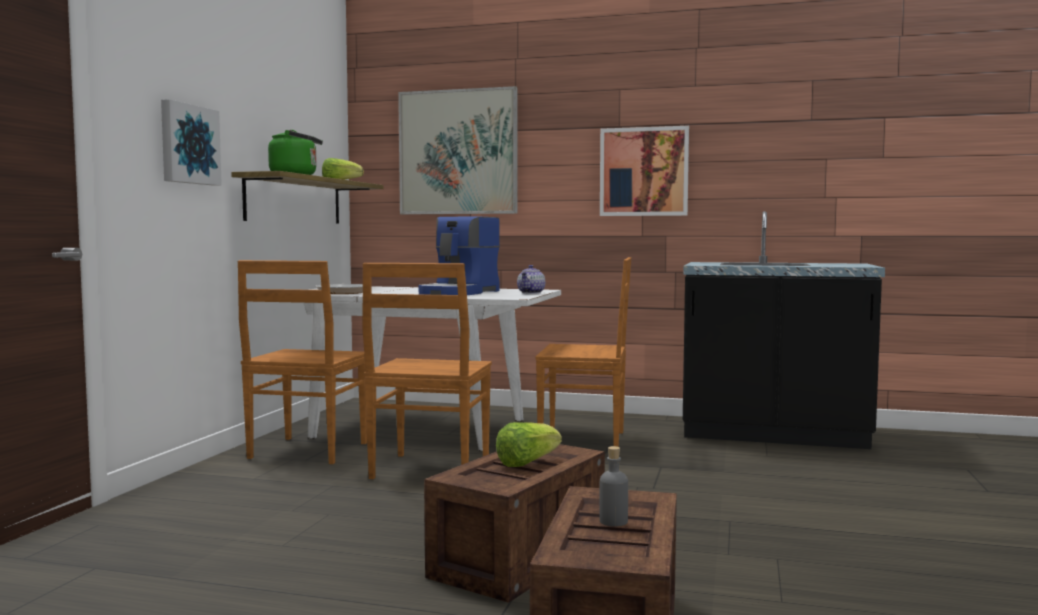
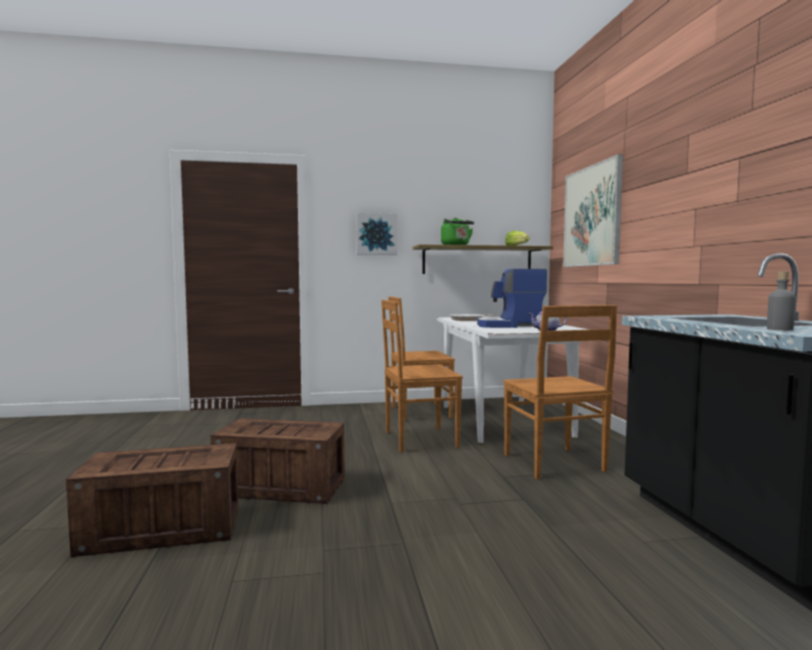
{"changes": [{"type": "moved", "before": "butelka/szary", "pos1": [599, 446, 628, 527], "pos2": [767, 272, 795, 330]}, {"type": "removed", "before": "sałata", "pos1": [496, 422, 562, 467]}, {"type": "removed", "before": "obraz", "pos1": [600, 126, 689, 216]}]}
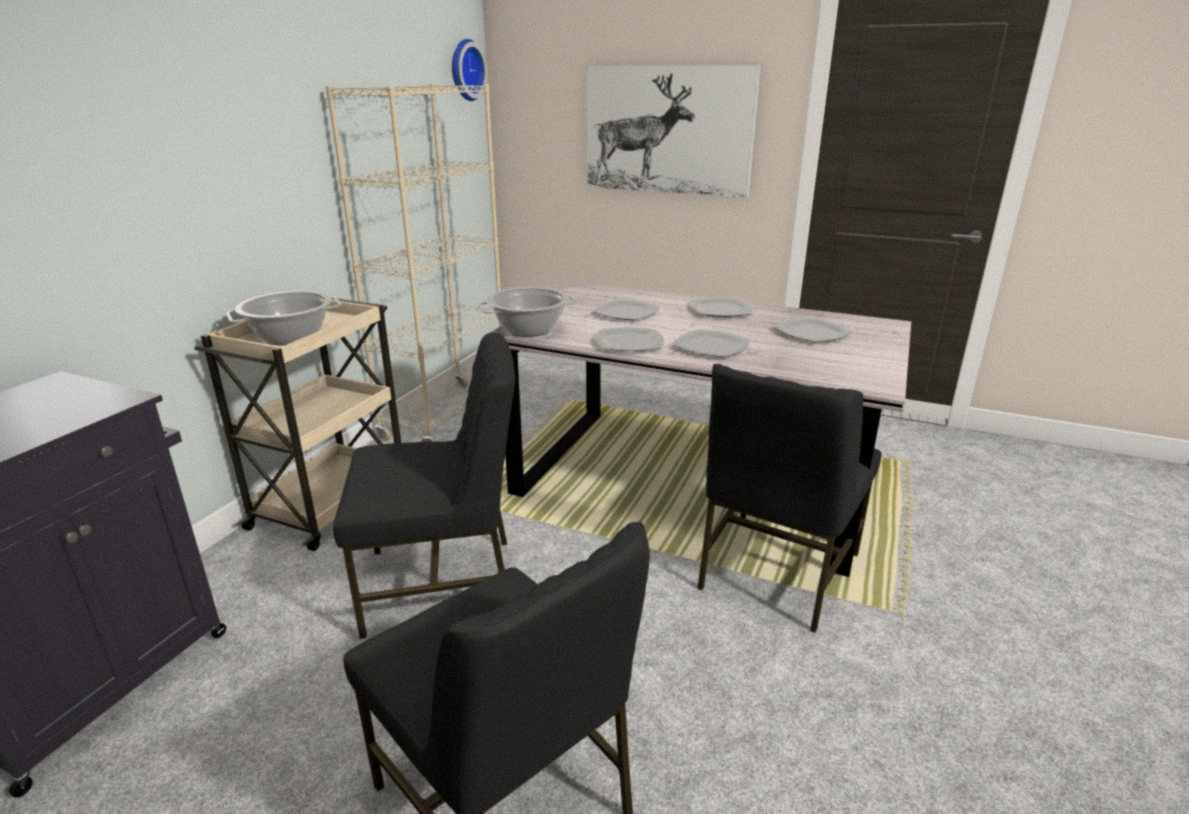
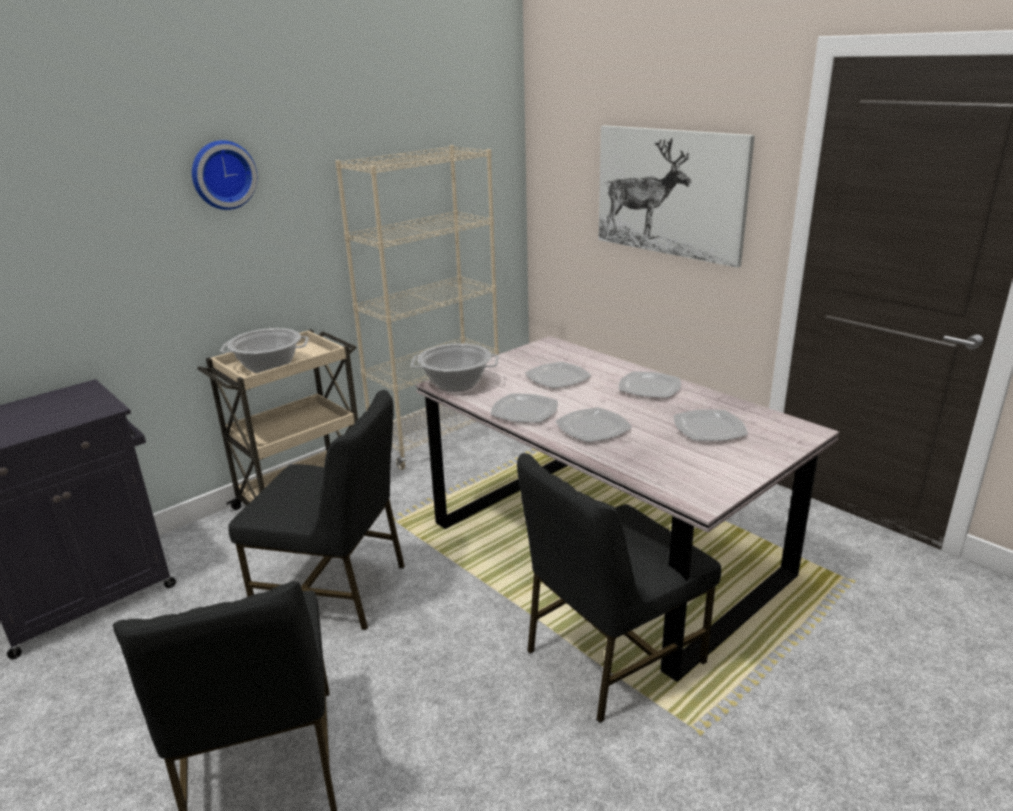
{"changes": [{"type": "moved", "before": "zegar ścienny", "pos1": [452, 39, 487, 101], "pos2": [192, 140, 257, 210]}]}
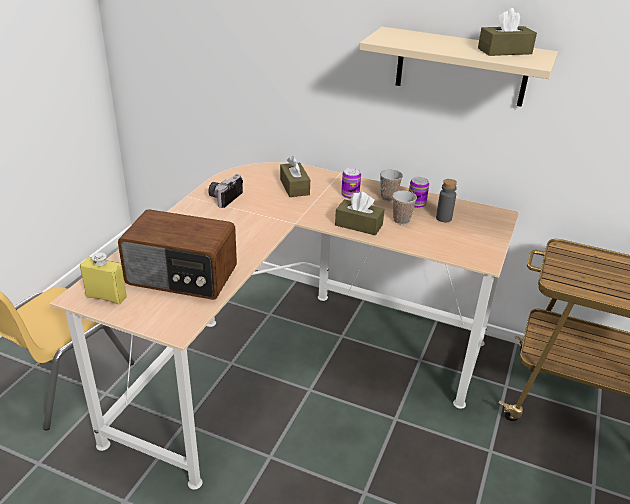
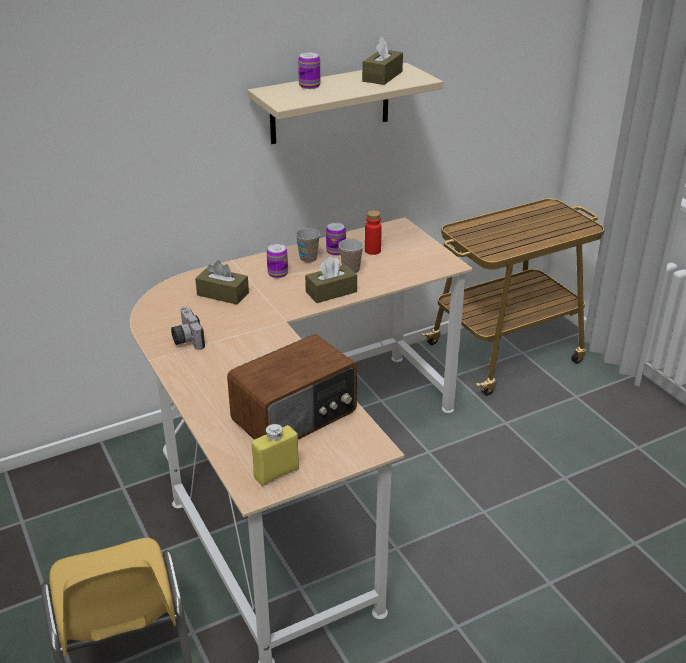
{"changes": [{"type": "added", "after": "puszka", "pos2": [298, 53, 320, 89]}, {"type": "recoloured", "before": "butelka/szary", "after": "butelka/czerwony", "pos1": [436, 179, 457, 222], "pos2": [365, 210, 382, 255]}]}
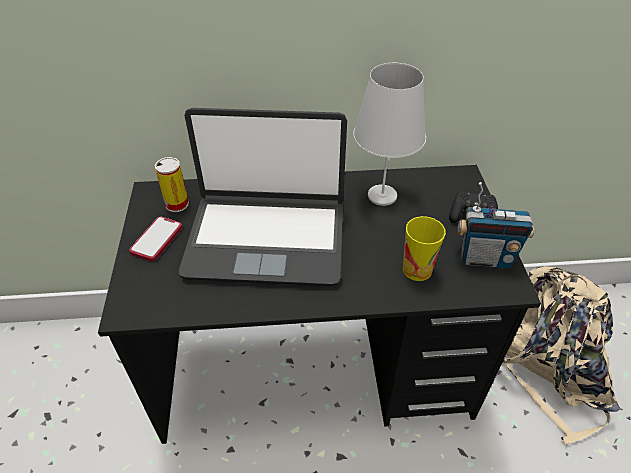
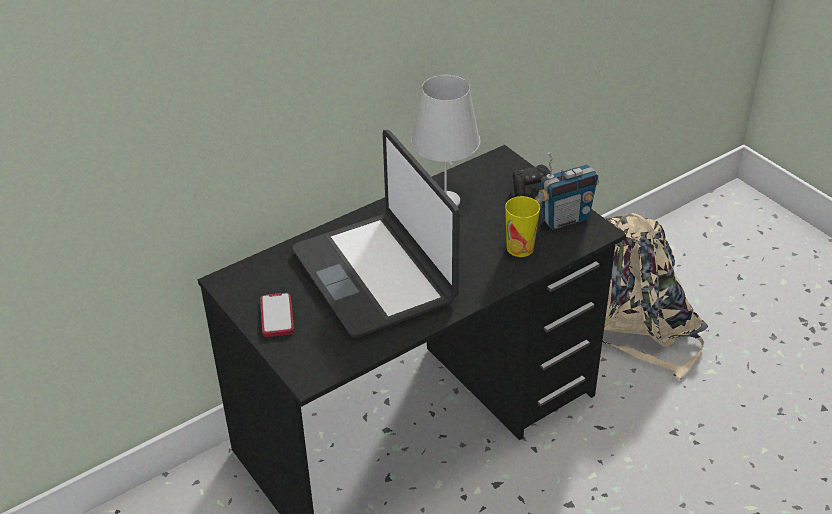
{"changes": [{"type": "turned", "before": "laptop", "pos1": [179, 108, 347, 286], "pos2": [292, 130, 460, 338], "turn": 90}, {"type": "removed", "before": "puszka", "pos1": [154, 157, 189, 212]}]}
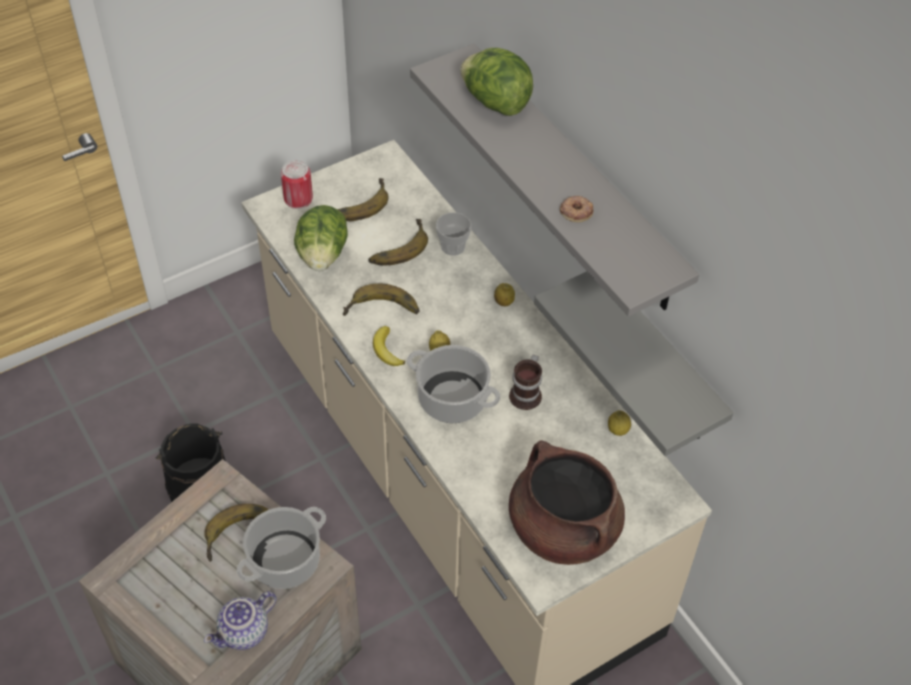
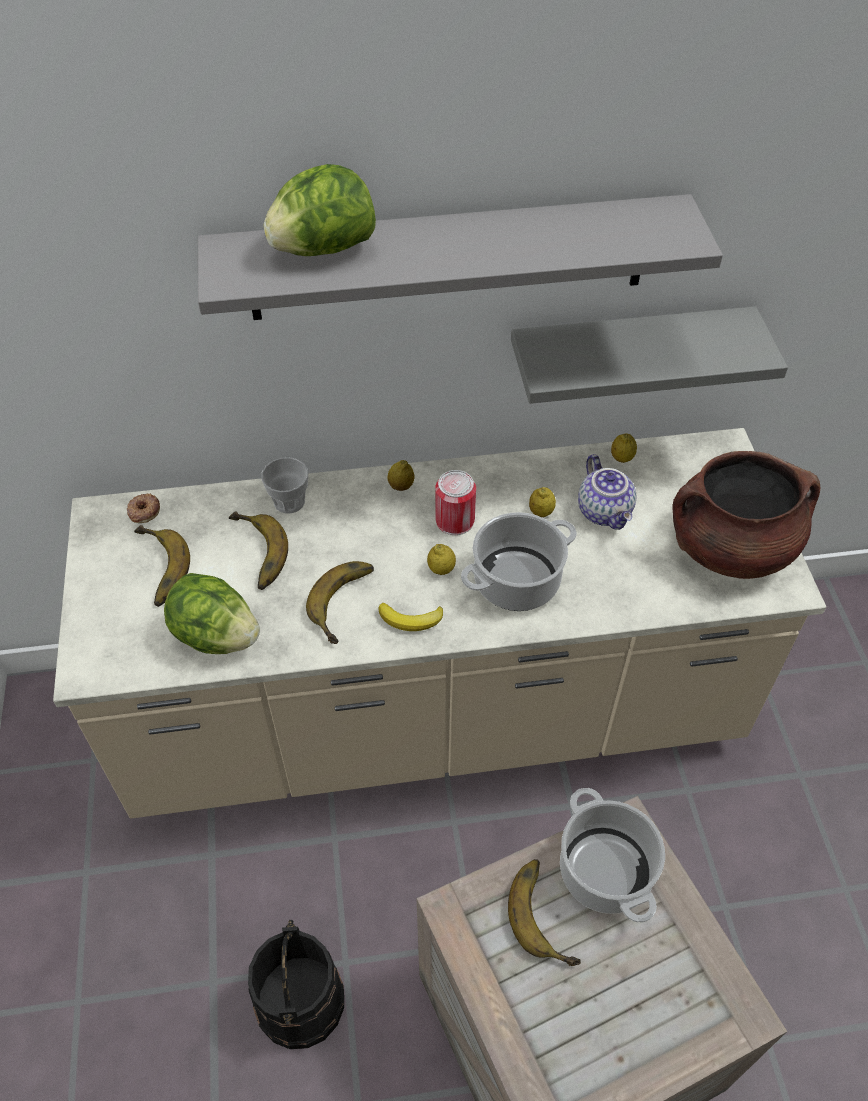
{"changes": [{"type": "moved", "before": "donut", "pos1": [560, 196, 593, 222], "pos2": [127, 494, 160, 523]}, {"type": "moved", "before": "puszka", "pos1": [281, 160, 313, 209], "pos2": [435, 470, 476, 535]}, {"type": "replaced", "before": "kubek", "after": "cytryna", "pos1": [509, 355, 542, 410], "pos2": [529, 487, 556, 517]}, {"type": "moved", "before": "imbryk", "pos1": [204, 591, 277, 650], "pos2": [578, 454, 636, 530]}]}
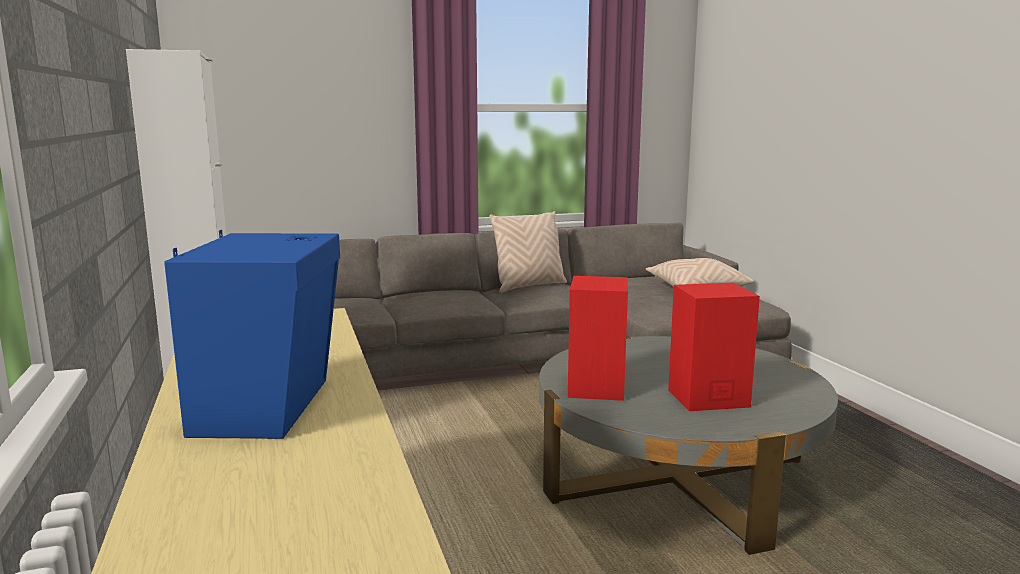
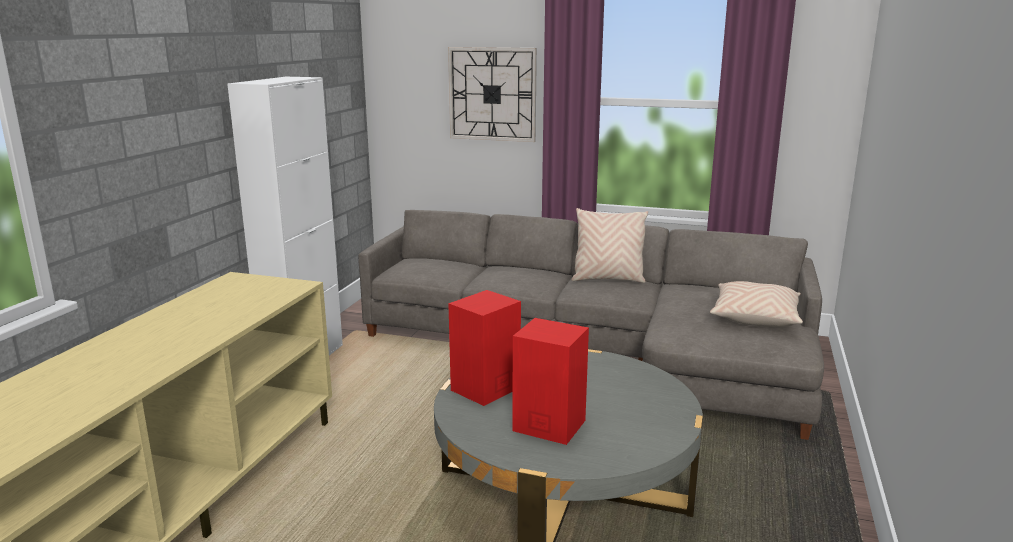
{"changes": [{"type": "added", "after": "zegar ścienny", "pos2": [448, 47, 537, 142]}, {"type": "removed", "before": "głośnik/niebieski", "pos1": [164, 230, 340, 439]}]}
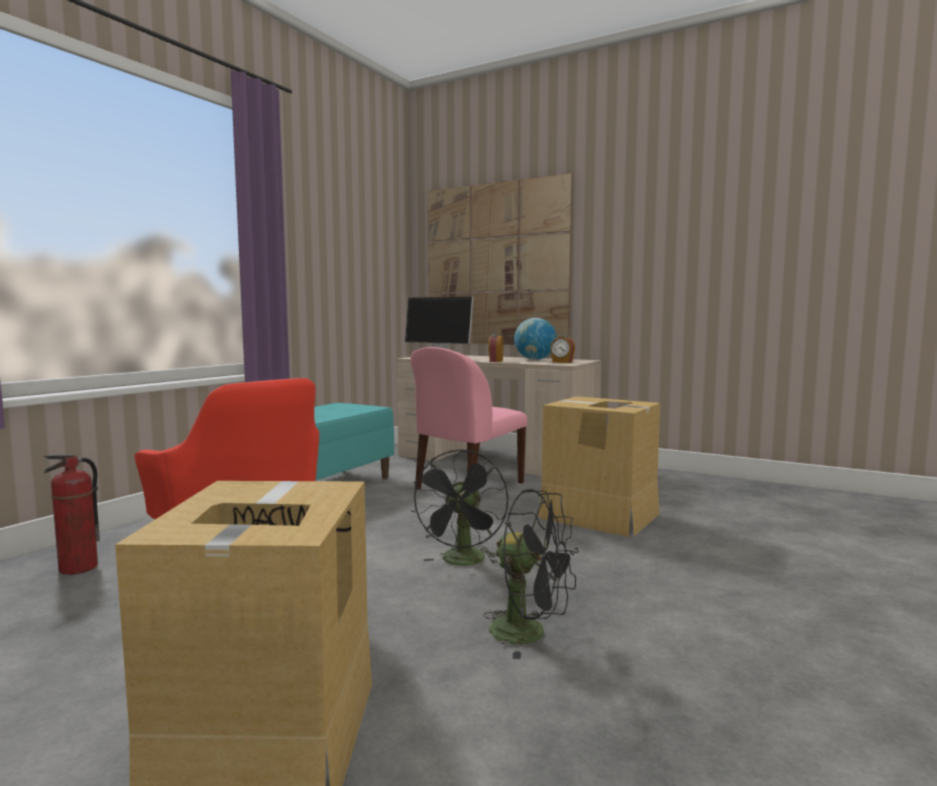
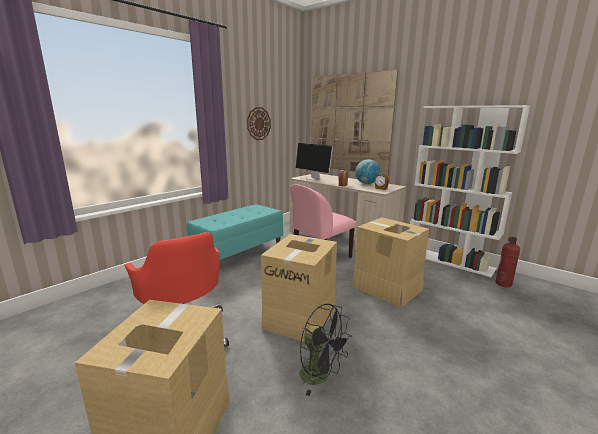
{"changes": [{"type": "added", "after": "zegar ścienny", "pos2": [247, 107, 271, 140]}, {"type": "replaced", "before": "wentylator/czarny", "after": "karton", "pos1": [411, 449, 508, 566], "pos2": [261, 234, 337, 342]}, {"type": "added", "after": "regał/biały", "pos2": [410, 105, 530, 277]}, {"type": "moved", "before": "gaśnica", "pos1": [44, 455, 100, 575], "pos2": [495, 237, 520, 288]}]}
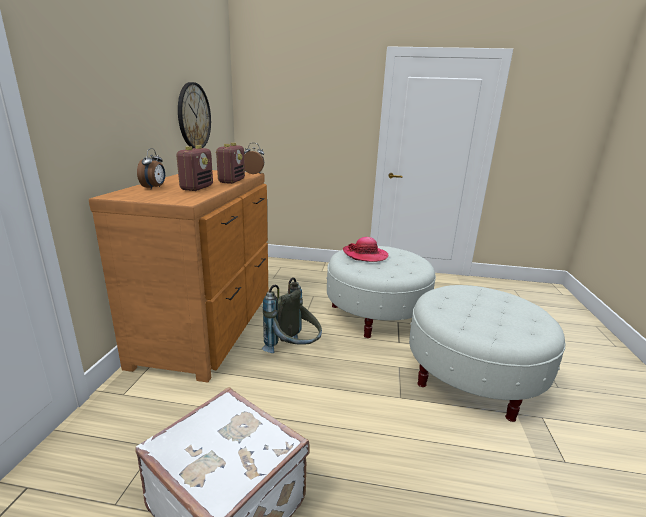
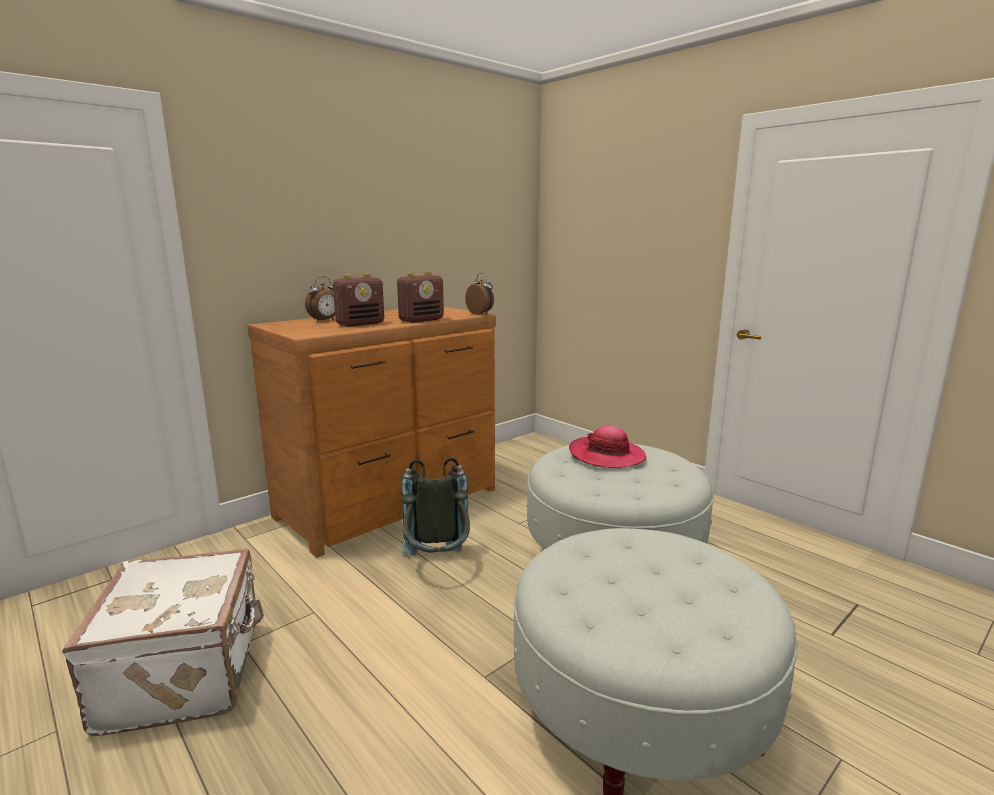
{"changes": [{"type": "removed", "before": "zegar ścienny", "pos1": [178, 82, 211, 148]}]}
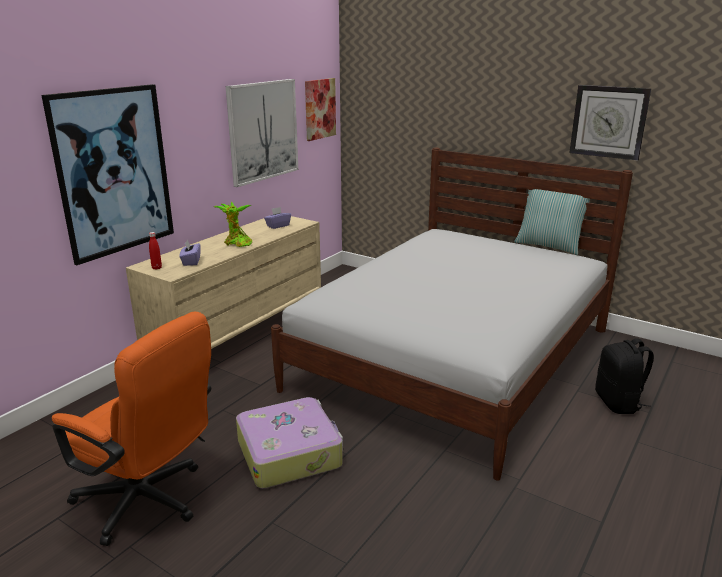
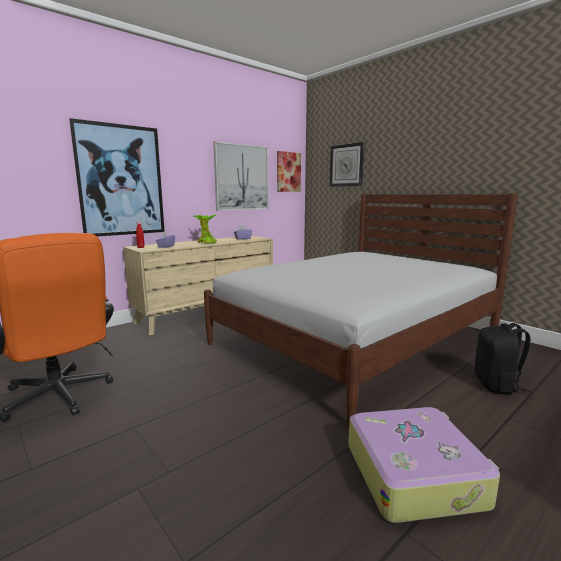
{"changes": [{"type": "moved", "before": "zegar ścienny", "pos1": [569, 85, 651, 160], "pos2": [330, 142, 365, 187]}, {"type": "moved", "before": "walizka", "pos1": [236, 397, 343, 489], "pos2": [348, 407, 500, 523]}, {"type": "removed", "before": "poduszka", "pos1": [514, 189, 590, 255]}]}
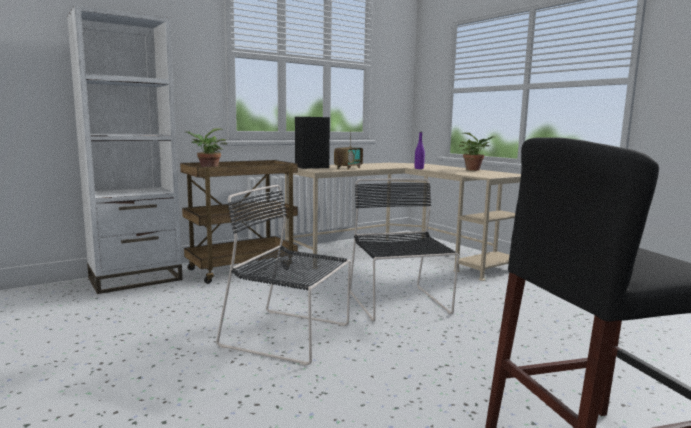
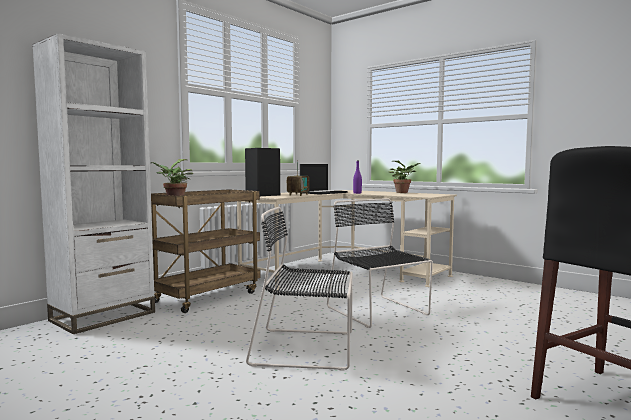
{"changes": [{"type": "added", "after": "laptop", "pos2": [300, 164, 348, 195]}]}
